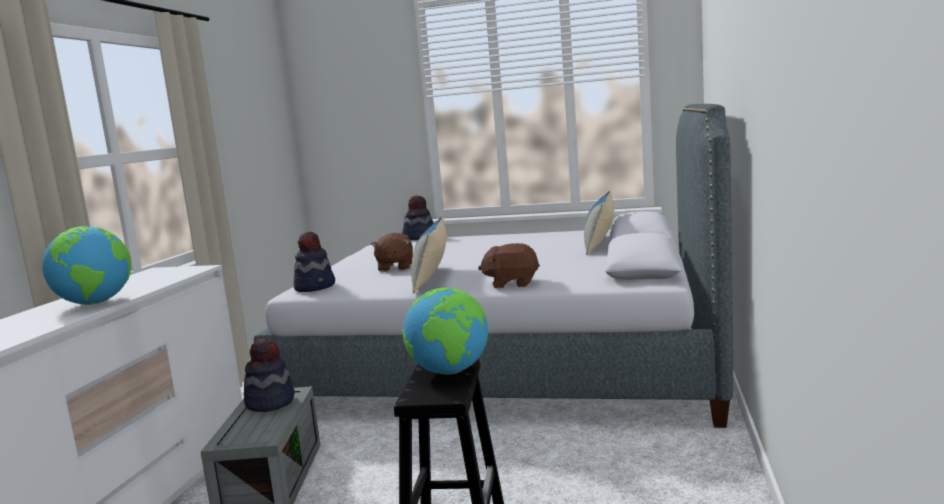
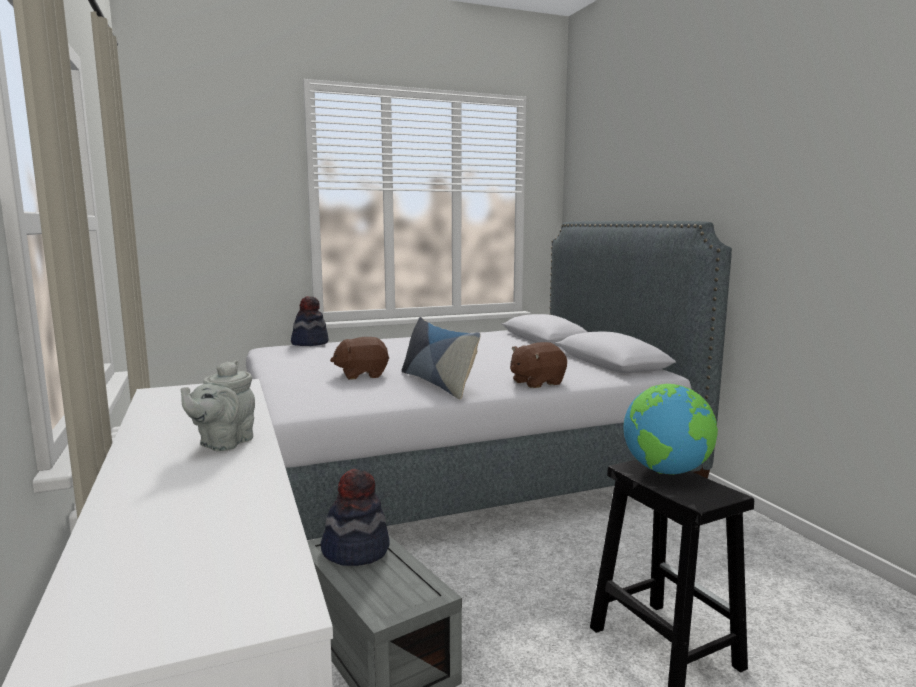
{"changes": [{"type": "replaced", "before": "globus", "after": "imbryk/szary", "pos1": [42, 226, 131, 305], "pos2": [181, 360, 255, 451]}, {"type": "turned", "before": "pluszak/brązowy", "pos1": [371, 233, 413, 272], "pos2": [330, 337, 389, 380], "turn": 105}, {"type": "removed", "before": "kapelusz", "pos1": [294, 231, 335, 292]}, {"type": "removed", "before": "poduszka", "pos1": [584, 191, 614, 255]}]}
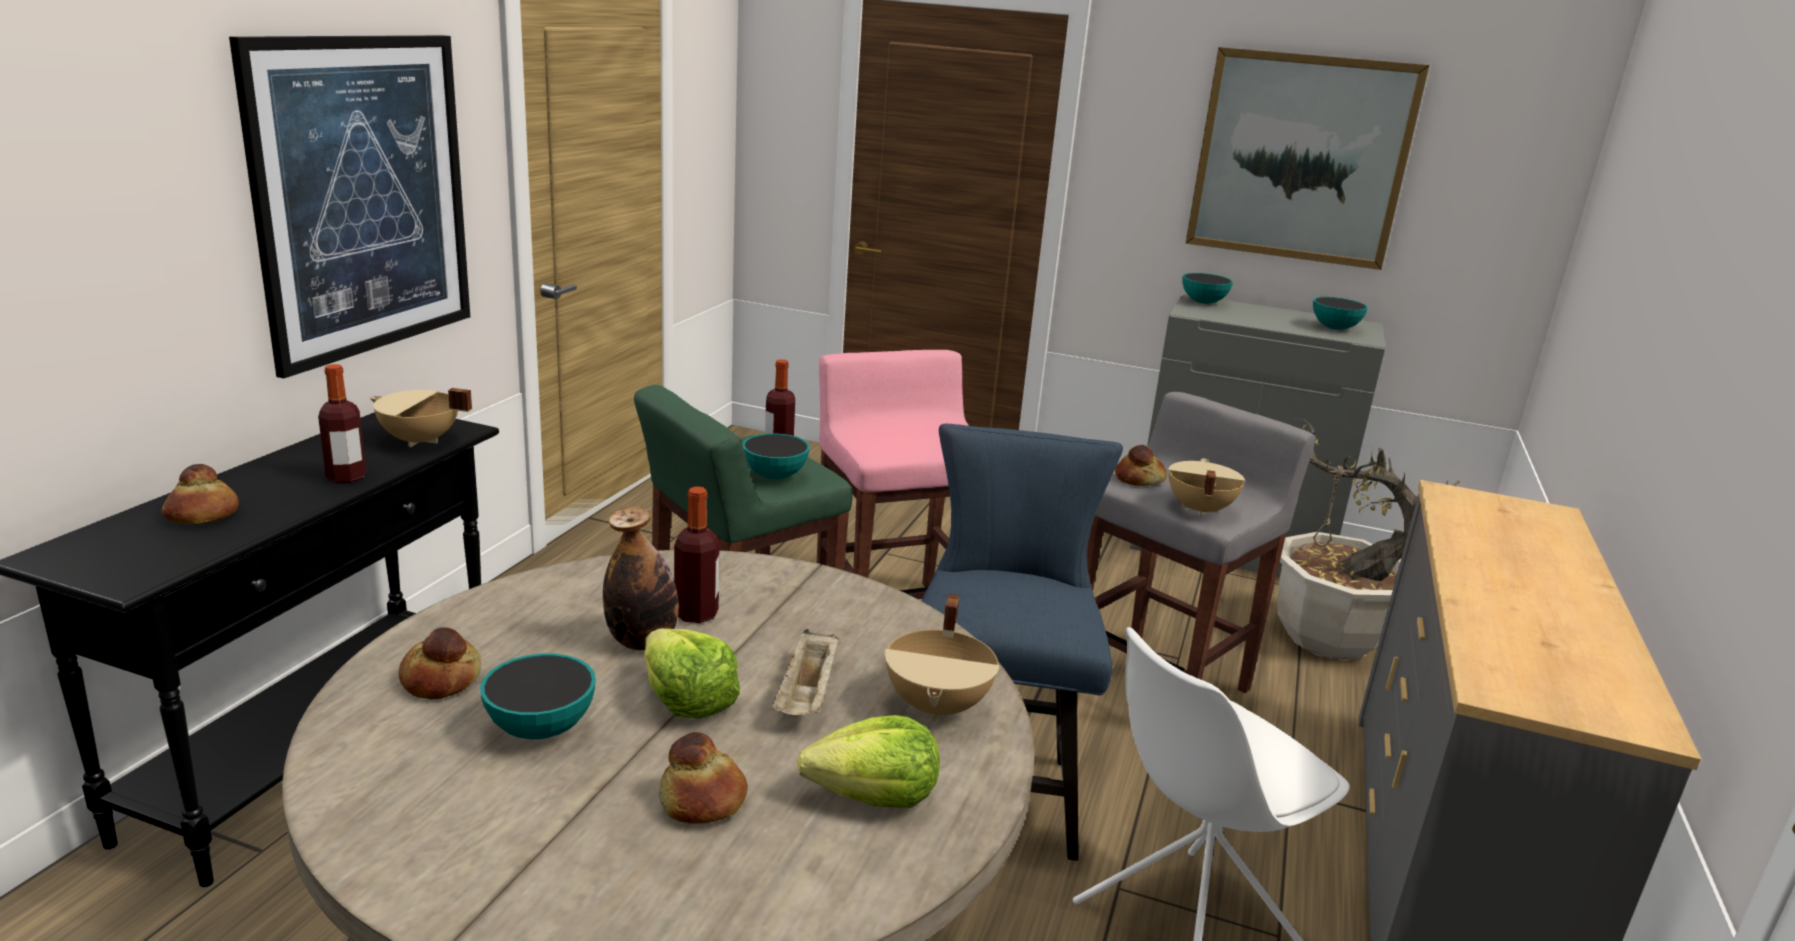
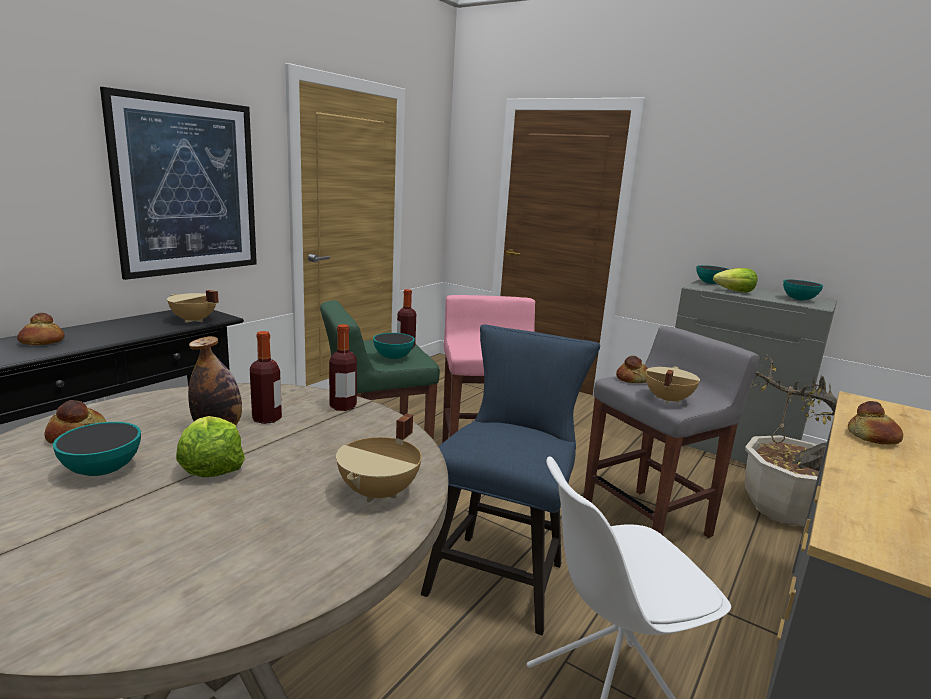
{"changes": [{"type": "moved", "before": "butelka", "pos1": [318, 364, 366, 483], "pos2": [329, 324, 357, 411]}, {"type": "moved", "before": "sałata", "pos1": [797, 715, 940, 808], "pos2": [713, 268, 758, 293]}, {"type": "moved", "before": "chleb", "pos1": [659, 732, 748, 824], "pos2": [848, 401, 903, 444]}, {"type": "removed", "before": "taca/beżowy", "pos1": [772, 629, 839, 715]}, {"type": "removed", "before": "obraz", "pos1": [1186, 47, 1429, 270]}]}
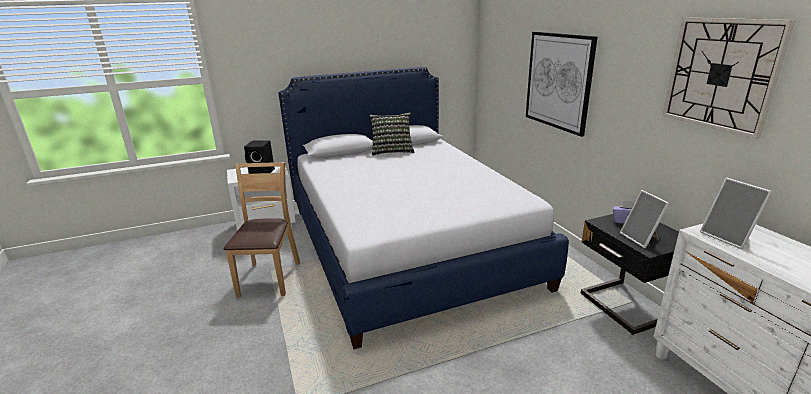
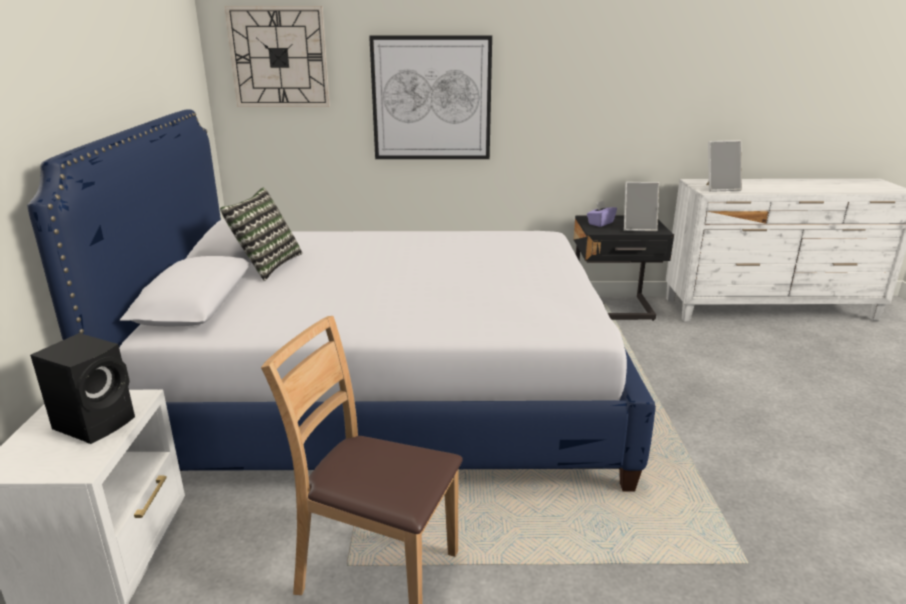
{"changes": [{"type": "moved", "before": "zegar ścienny", "pos1": [662, 17, 795, 139], "pos2": [225, 6, 330, 107]}]}
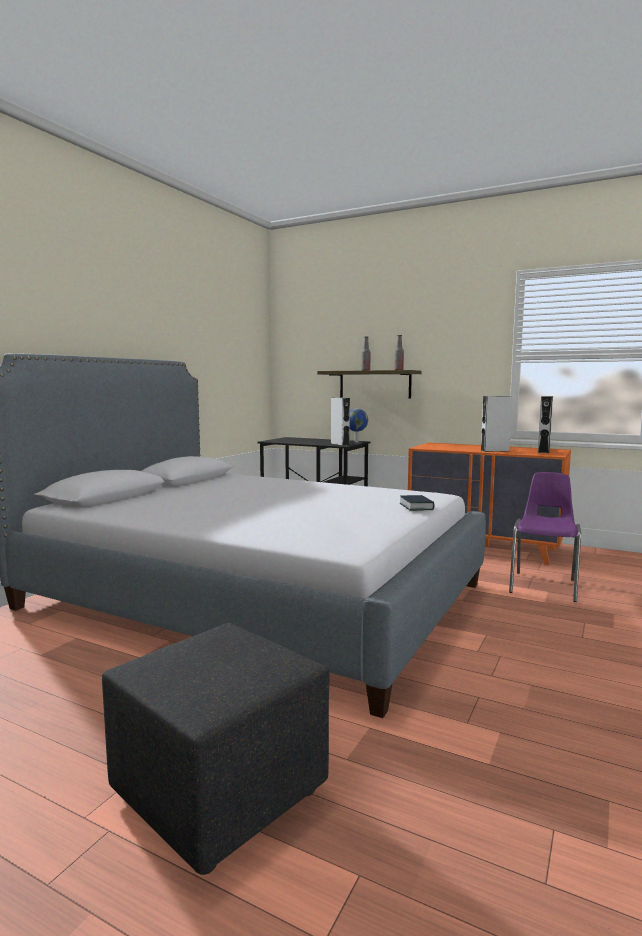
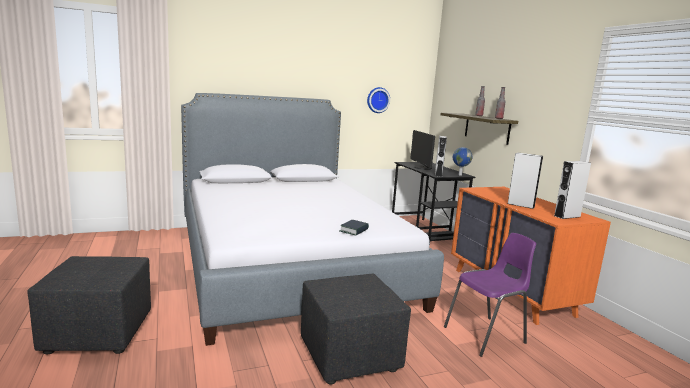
{"changes": [{"type": "added", "after": "pufa/czarny", "pos2": [301, 274, 411, 385]}, {"type": "added", "after": "zegar ścienny", "pos2": [367, 87, 390, 113]}, {"type": "added", "after": "monitor", "pos2": [410, 130, 435, 170]}]}
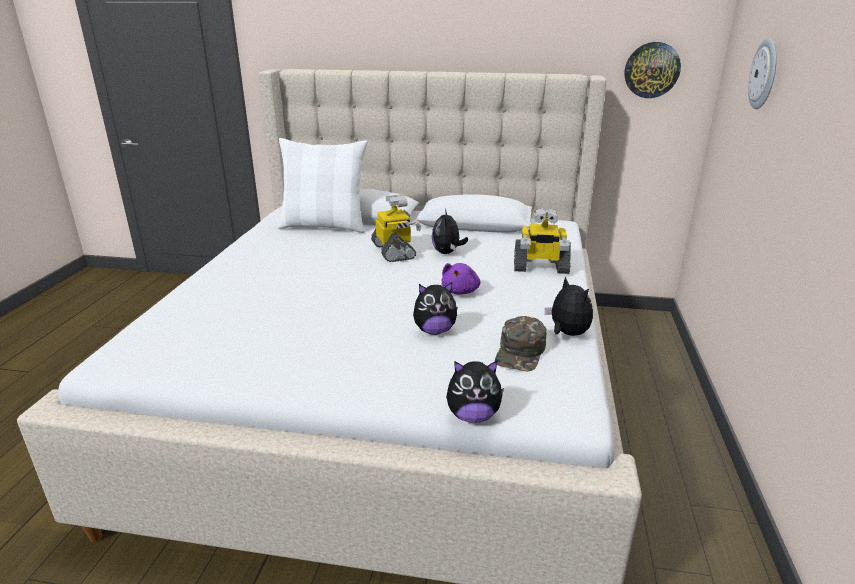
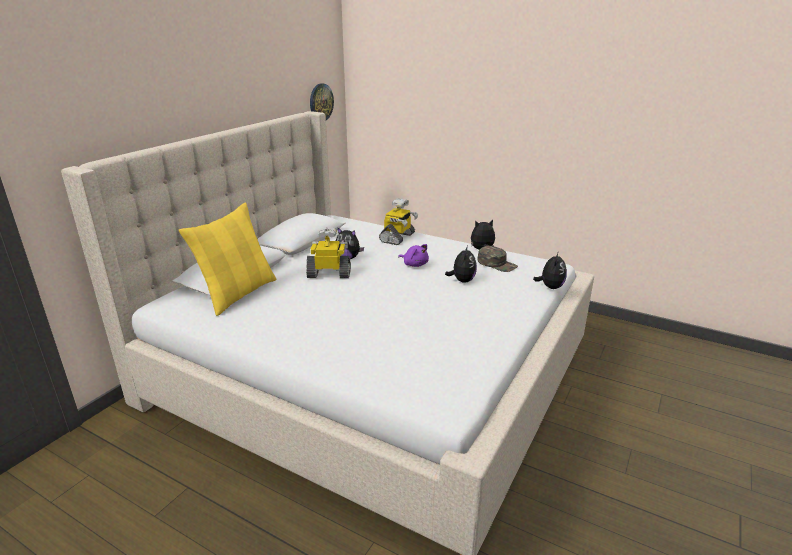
{"changes": [{"type": "recoloured", "before": "poduszka/biały", "after": "poduszka/żółty", "pos1": [277, 138, 368, 233], "pos2": [179, 202, 276, 316]}, {"type": "removed", "before": "zegar ścienny", "pos1": [748, 38, 777, 109]}]}
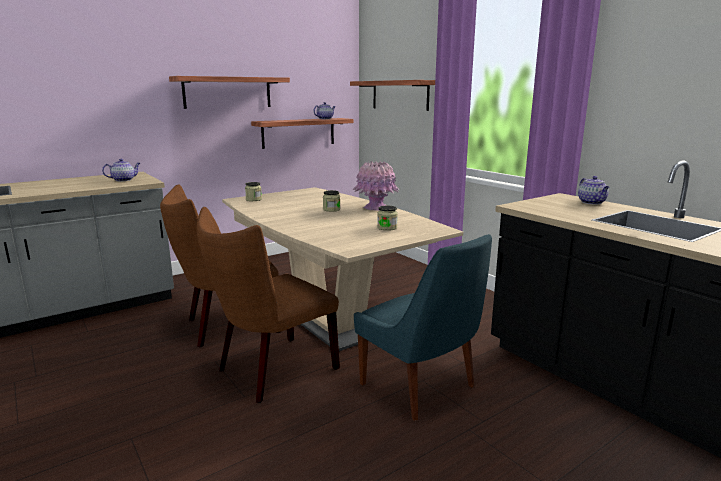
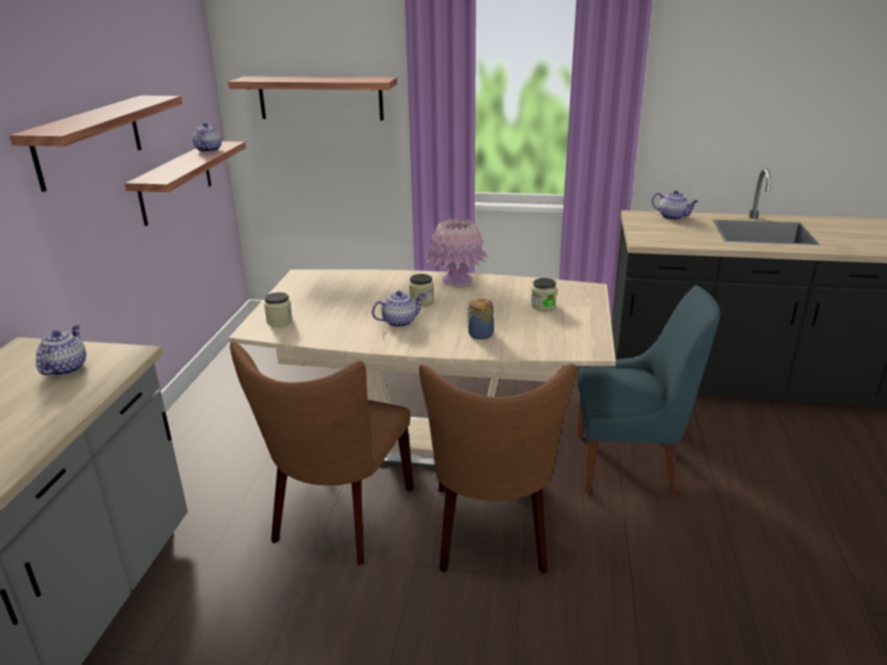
{"changes": [{"type": "added", "after": "imbryk", "pos2": [372, 290, 425, 327]}, {"type": "added", "after": "słoik", "pos2": [466, 299, 494, 340]}]}
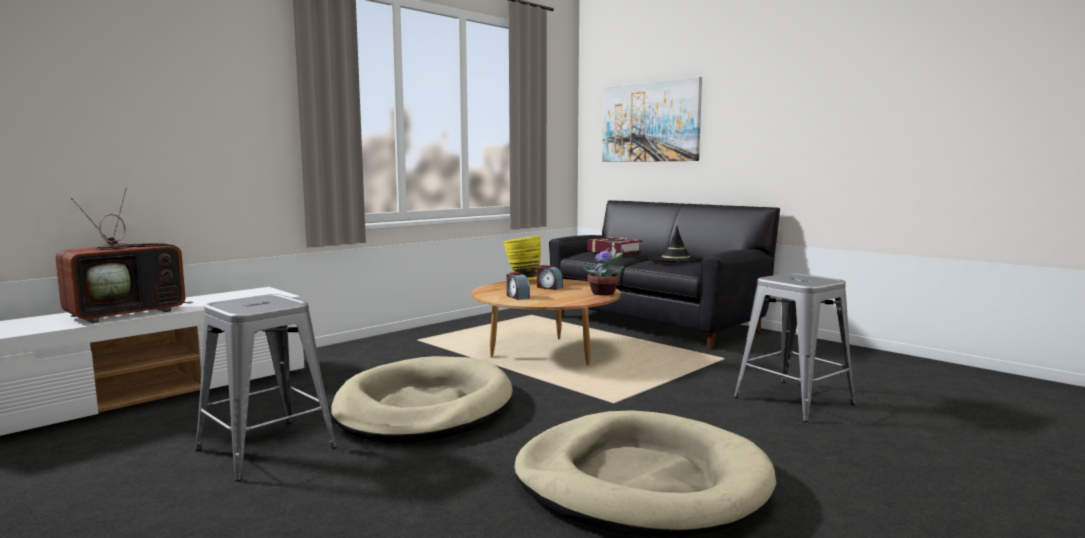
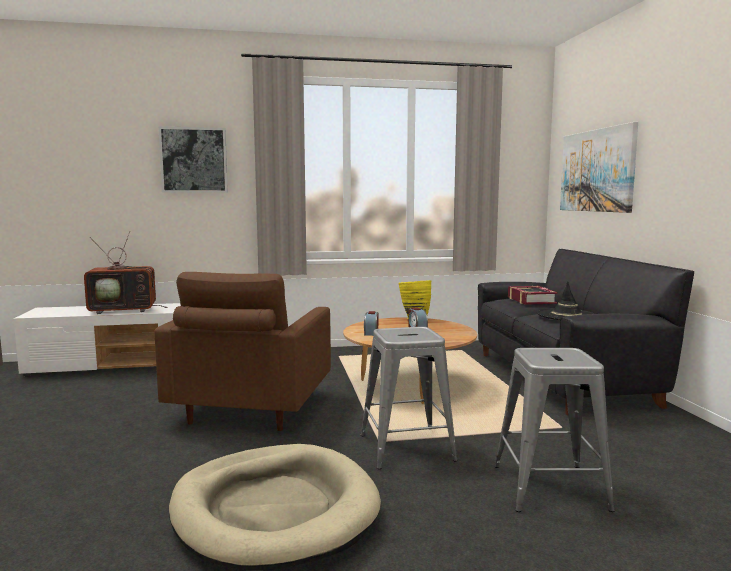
{"changes": [{"type": "replaced", "before": "legowisko/beżowy", "after": "fotel/brązowy", "pos1": [331, 356, 513, 443], "pos2": [154, 272, 331, 431]}, {"type": "added", "after": "obraz", "pos2": [158, 126, 228, 193]}, {"type": "moved", "before": "stołek/szary", "pos1": [195, 294, 337, 481], "pos2": [361, 327, 457, 469]}, {"type": "removed", "before": "roślina doniczkowa", "pos1": [583, 243, 624, 296]}]}
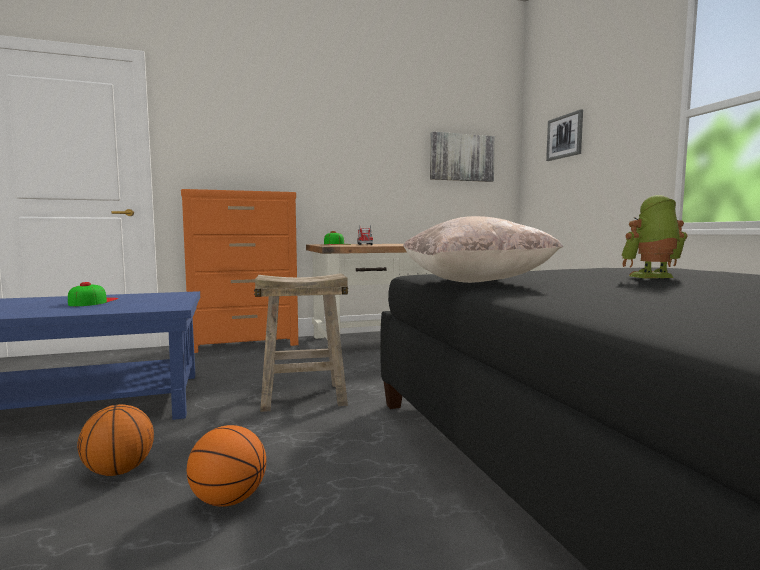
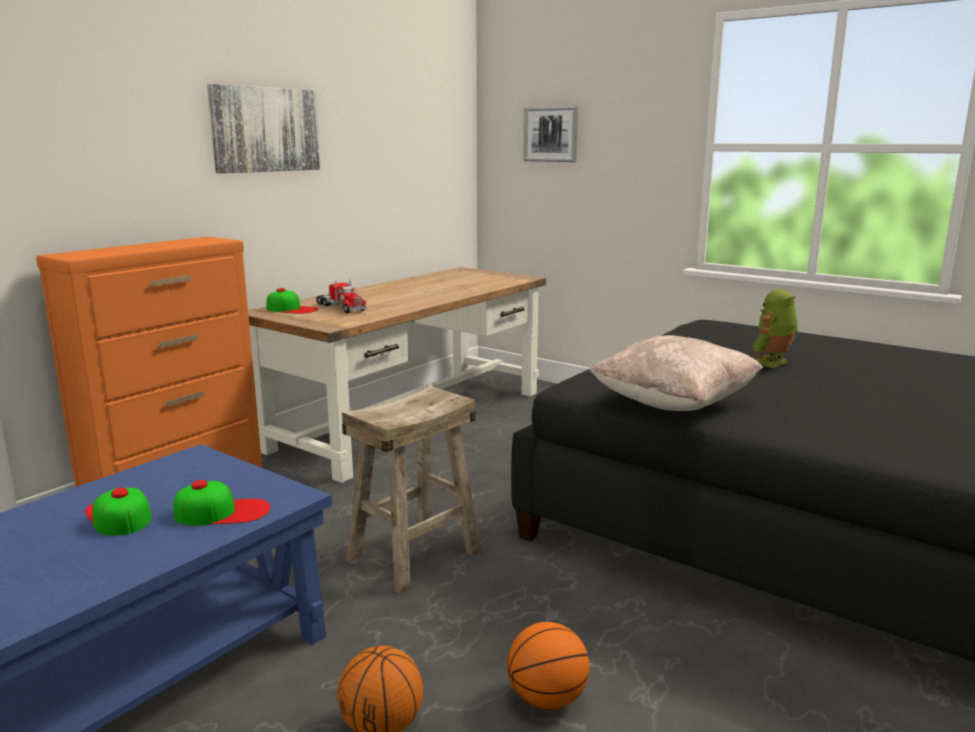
{"changes": [{"type": "added", "after": "czapka z daszkiem", "pos2": [173, 480, 270, 526]}, {"type": "moved", "before": "obraz", "pos1": [430, 132, 495, 182], "pos2": [207, 84, 320, 173]}]}
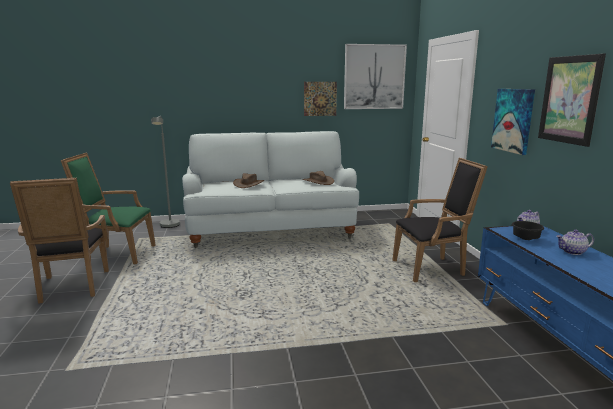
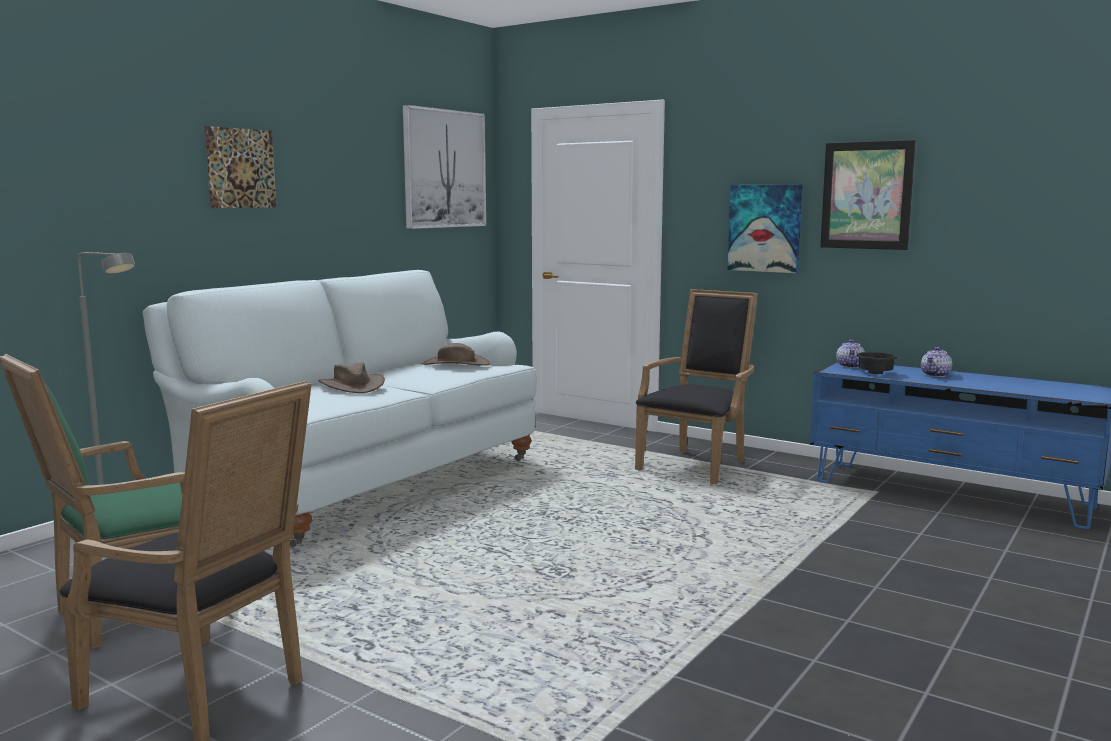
{"changes": [{"type": "moved", "before": "obraz", "pos1": [304, 82, 337, 116], "pos2": [205, 126, 276, 208]}]}
